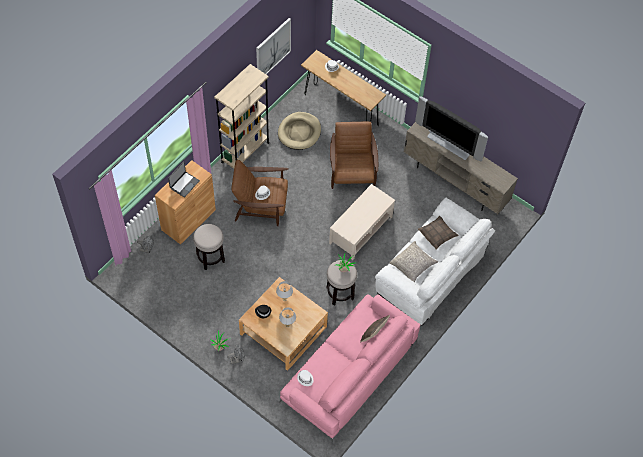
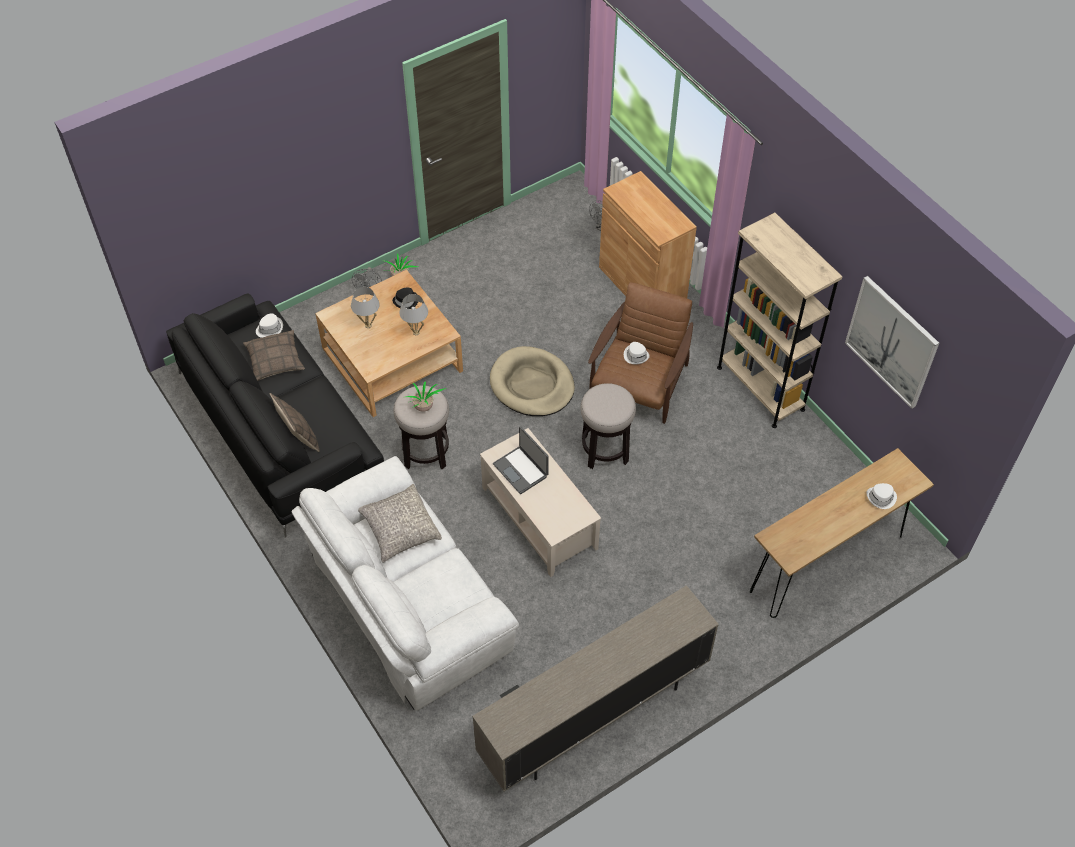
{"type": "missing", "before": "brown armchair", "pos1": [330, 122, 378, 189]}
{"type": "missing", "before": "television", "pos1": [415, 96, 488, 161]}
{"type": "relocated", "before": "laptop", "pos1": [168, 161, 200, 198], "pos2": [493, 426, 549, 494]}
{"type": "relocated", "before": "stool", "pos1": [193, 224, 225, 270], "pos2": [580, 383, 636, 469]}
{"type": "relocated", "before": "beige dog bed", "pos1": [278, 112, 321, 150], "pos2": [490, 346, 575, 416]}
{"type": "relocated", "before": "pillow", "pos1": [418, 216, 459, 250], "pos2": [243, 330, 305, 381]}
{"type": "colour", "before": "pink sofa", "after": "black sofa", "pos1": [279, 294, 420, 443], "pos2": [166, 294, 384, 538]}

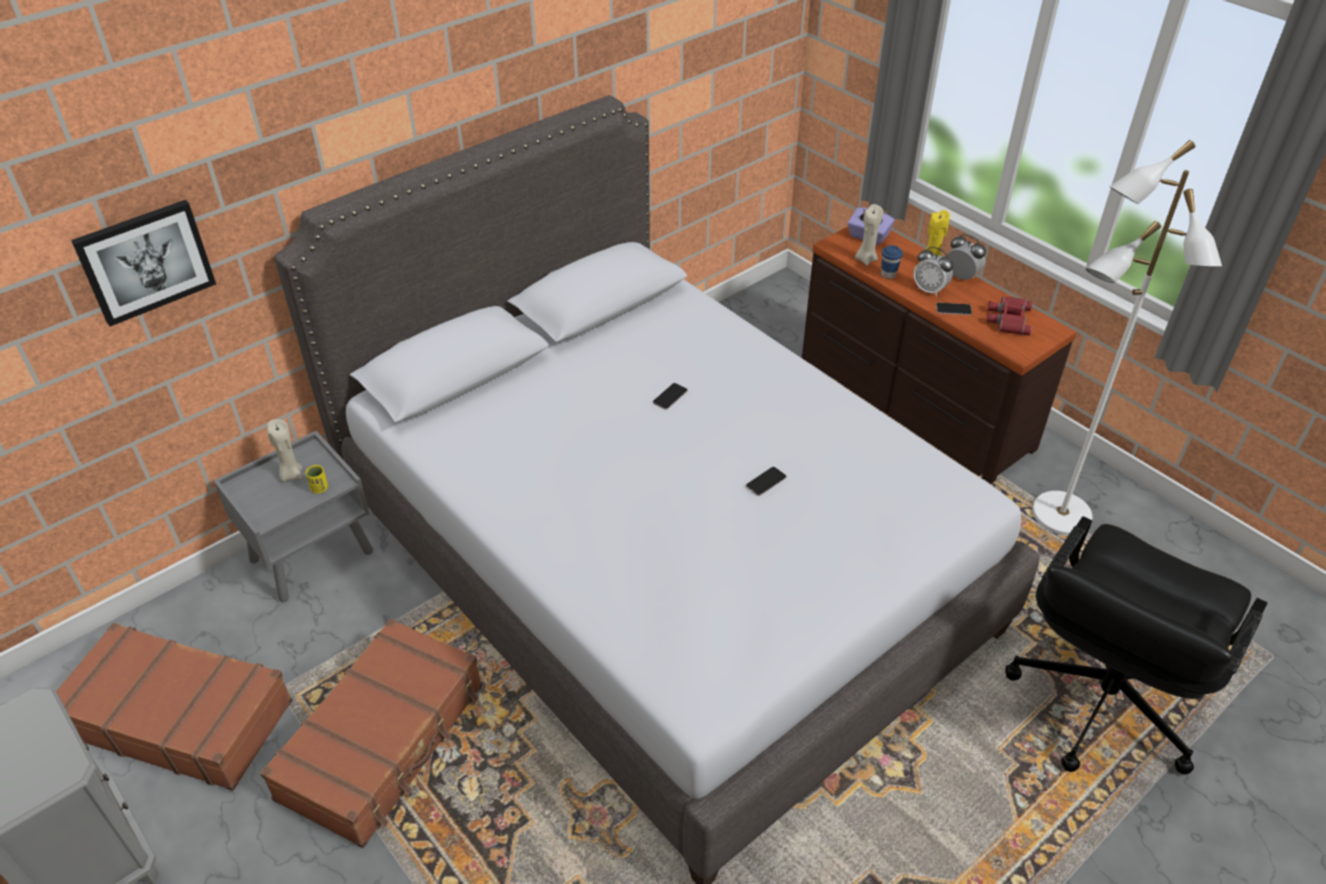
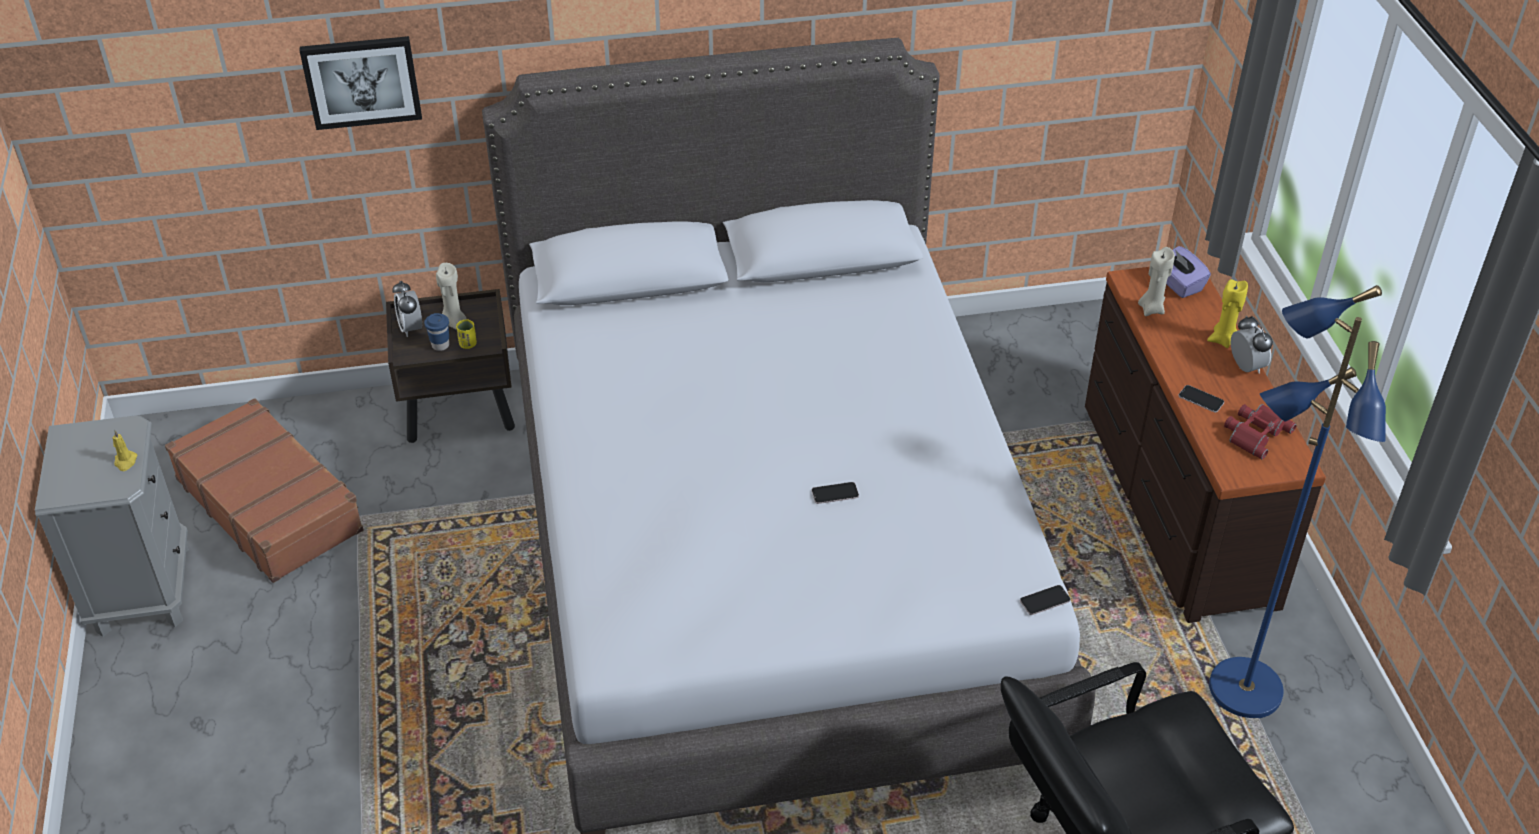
{"type": "missing", "before": "brown suitcase", "pos1": [260, 619, 482, 848]}
{"type": "appeared", "after": "yellow candle", "pos2": [113, 430, 137, 471]}
{"type": "relocated", "before": "phone", "pos1": [653, 383, 688, 410], "pos2": [1020, 585, 1071, 615]}
{"type": "relocated", "before": "blue cup", "pos1": [881, 245, 903, 279], "pos2": [424, 313, 449, 351]}
{"type": "relocated", "before": "alarm clock", "pos1": [913, 247, 953, 297], "pos2": [392, 281, 422, 337]}
{"type": "colour", "before": "grey nightstand", "after": "brown nightstand", "pos1": [213, 431, 373, 602], "pos2": [386, 289, 515, 443]}
{"type": "colour", "before": "white floor lamp", "after": "blue floor lamp", "pos1": [1032, 140, 1222, 536], "pos2": [1209, 285, 1386, 718]}

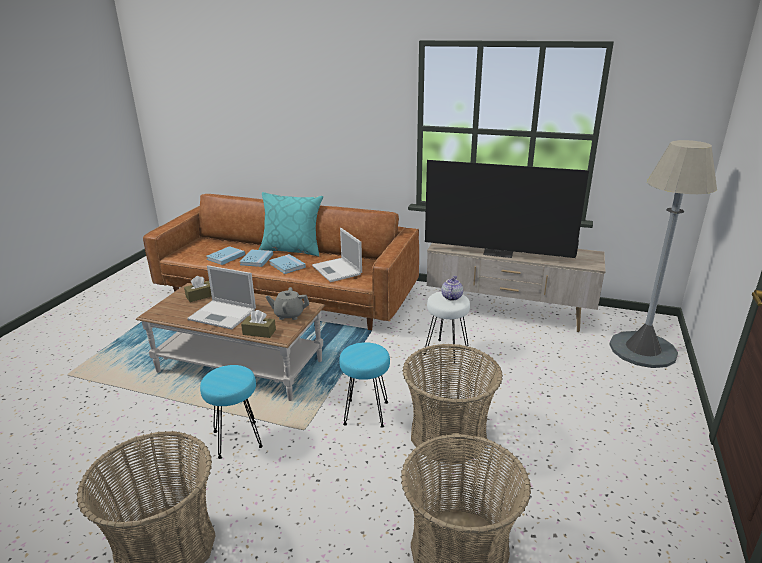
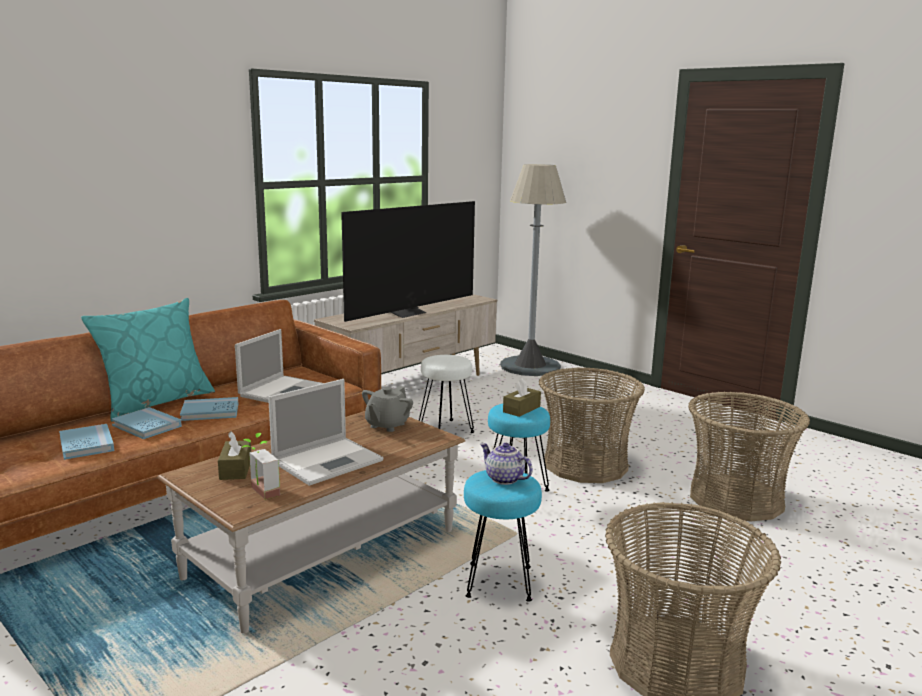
{"type": "appeared", "after": "potted plant", "pos2": [242, 433, 280, 500]}
{"type": "relocated", "before": "brown tissue box", "pos1": [241, 310, 276, 338], "pos2": [503, 378, 541, 417]}
{"type": "relocated", "before": "teapot", "pos1": [441, 276, 463, 301], "pos2": [480, 443, 533, 485]}
{"type": "spun", "before": "laptop", "pos1": [312, 228, 362, 282], "pos2": [235, 329, 323, 403], "turn": -60}

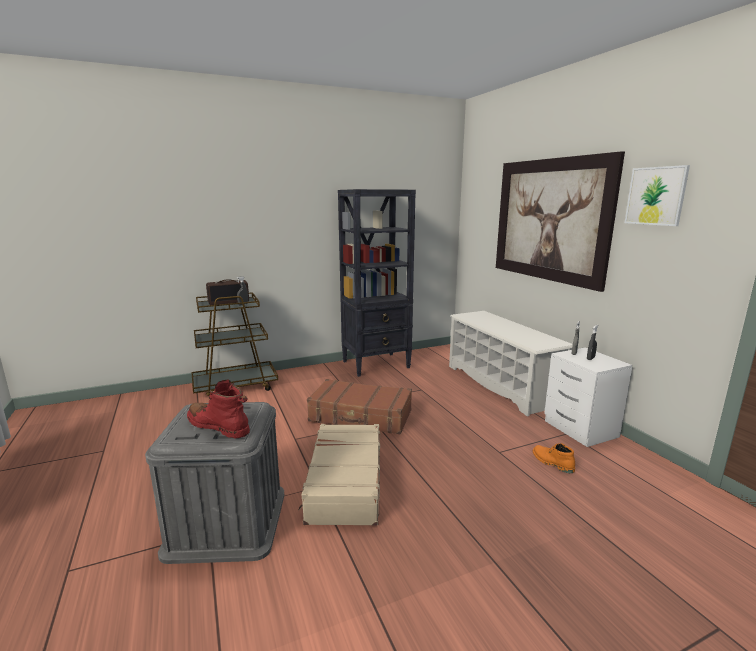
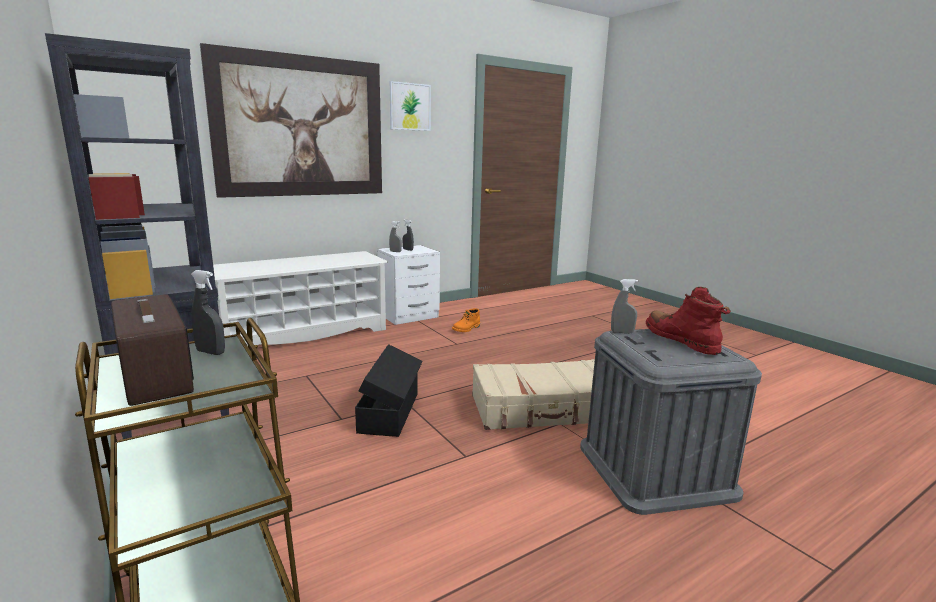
{"type": "appeared", "after": "grey spray bottle", "pos2": [611, 279, 638, 334]}
{"type": "exchanged", "before": "brown suitcase", "after": "black storage box", "pos1": [307, 379, 412, 434], "pos2": [355, 344, 423, 437]}
{"type": "spun", "before": "red boot", "pos1": [187, 380, 250, 438], "pos2": [646, 287, 731, 355], "turn": 135}

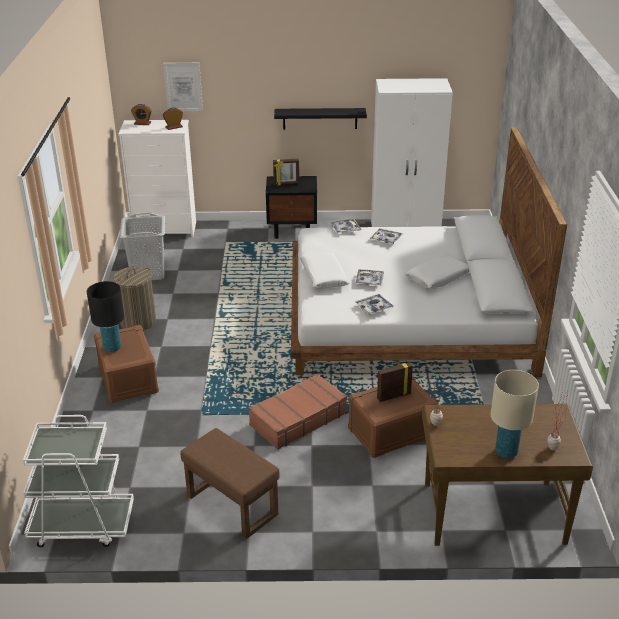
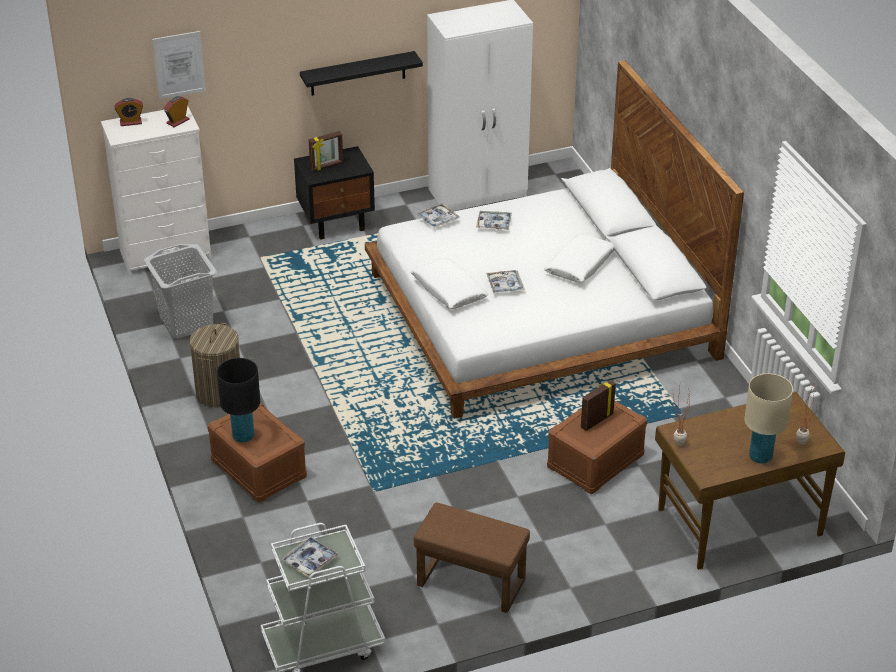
{"type": "missing", "before": "brown suitcase", "pos1": [249, 374, 347, 450]}
{"type": "relocated", "before": "tray", "pos1": [355, 294, 394, 314], "pos2": [282, 536, 339, 578]}

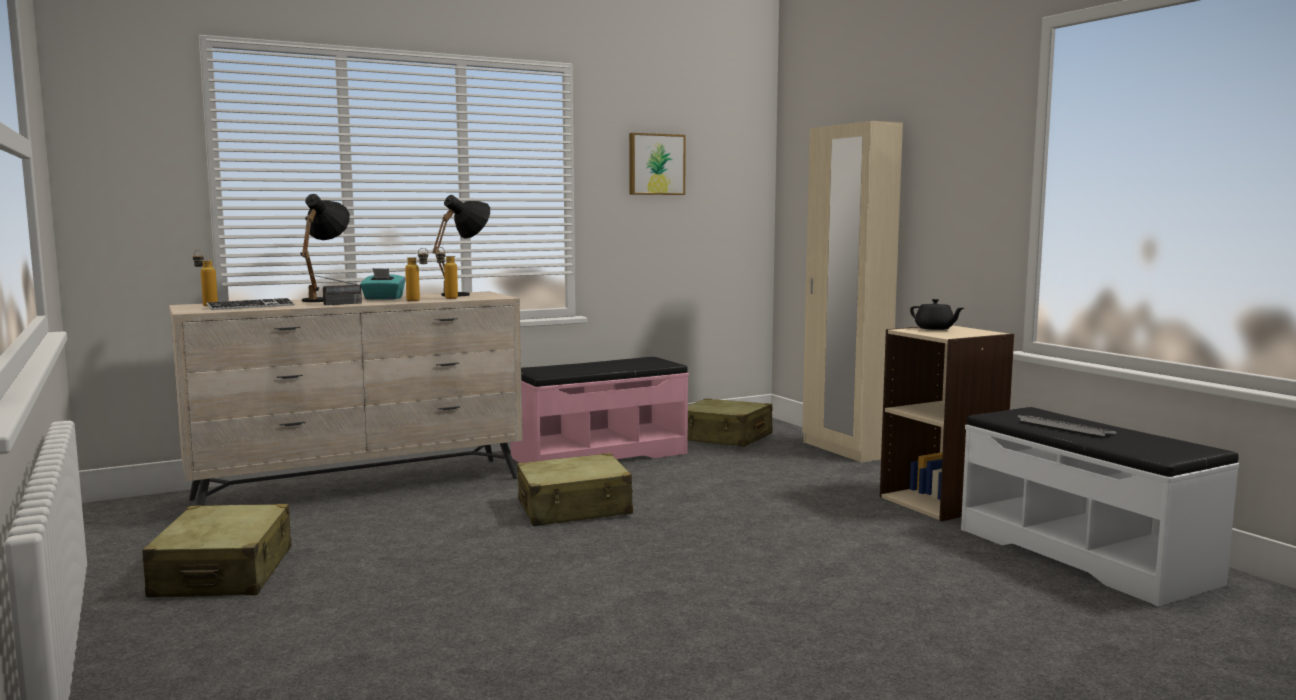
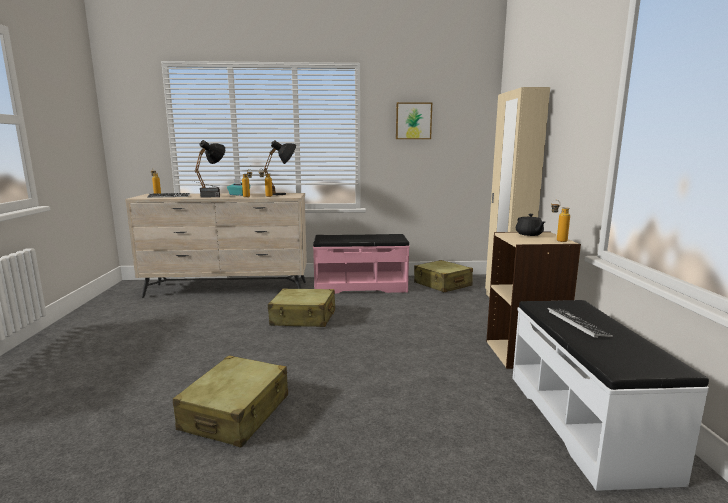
{"type": "appeared", "after": "bottle", "pos2": [551, 200, 570, 242]}
{"type": "relocated", "before": "beige suitcase", "pos1": [142, 504, 291, 597], "pos2": [173, 355, 288, 447]}

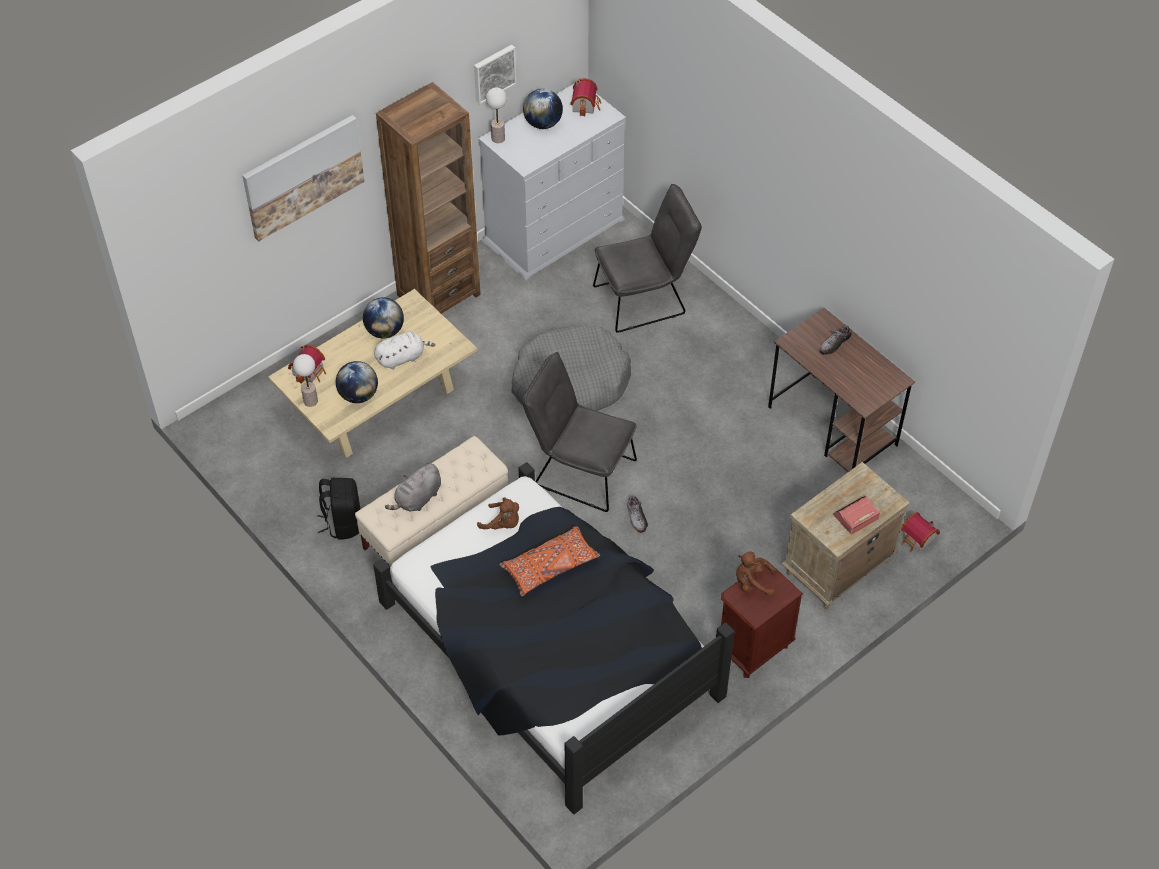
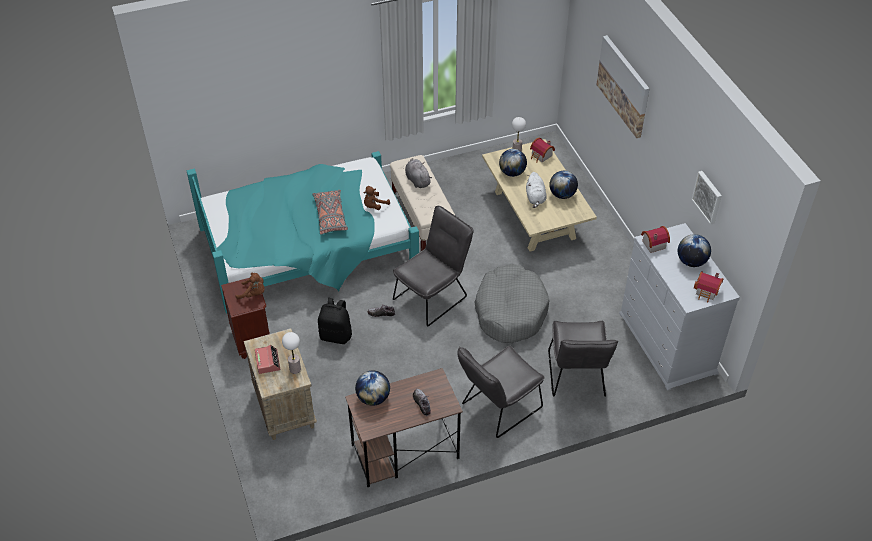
{"type": "missing", "before": "brown bookcase", "pos1": [376, 82, 481, 314]}
{"type": "appeared", "after": "globe", "pos2": [355, 371, 390, 406]}
{"type": "appeared", "after": "grey chair", "pos2": [457, 346, 545, 438]}
{"type": "relocated", "before": "black backpack", "pos1": [317, 478, 360, 539], "pos2": [318, 298, 352, 344]}
{"type": "relocated", "before": "table lamp", "pos1": [486, 88, 507, 143], "pos2": [282, 332, 301, 374]}
{"type": "relocated", "before": "toy house", "pos1": [901, 512, 940, 552], "pos2": [641, 226, 670, 253]}
{"type": "colour", "before": "black bed", "after": "turquoise bed", "pos1": [373, 462, 735, 814], "pos2": [187, 151, 419, 314]}
{"type": "colour", "before": "orange pillow", "after": "grey pillow", "pos1": [499, 526, 600, 596], "pos2": [313, 190, 348, 234]}
{"type": "spun", "before": "brown plush toy", "pos1": [736, 551, 777, 597], "pos2": [235, 273, 264, 299], "turn": 75}

